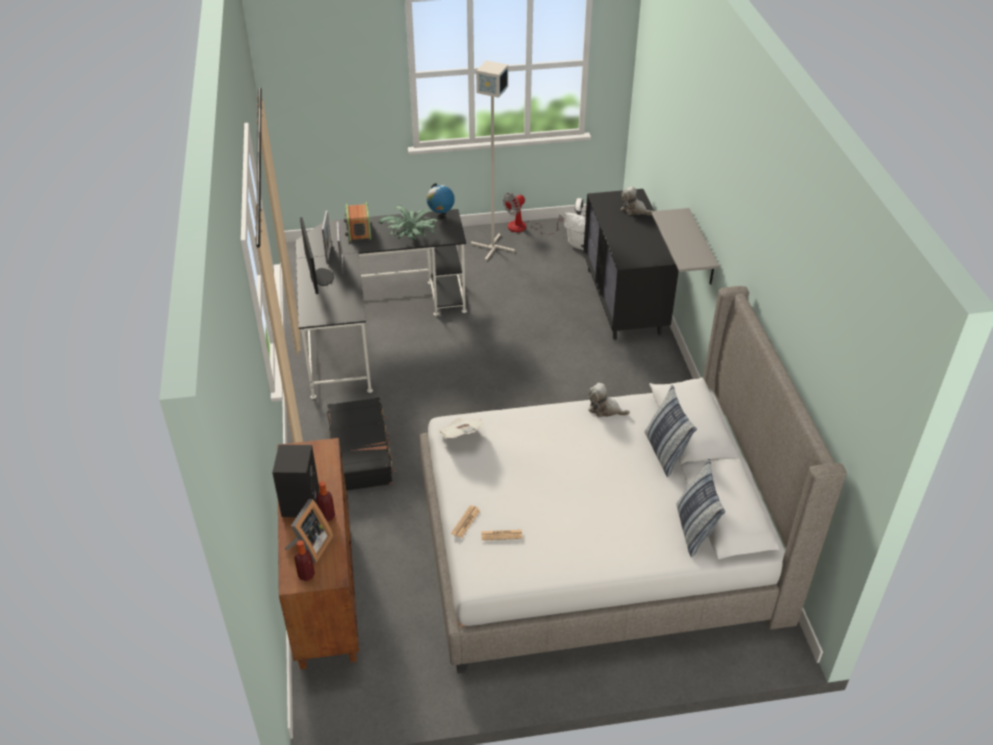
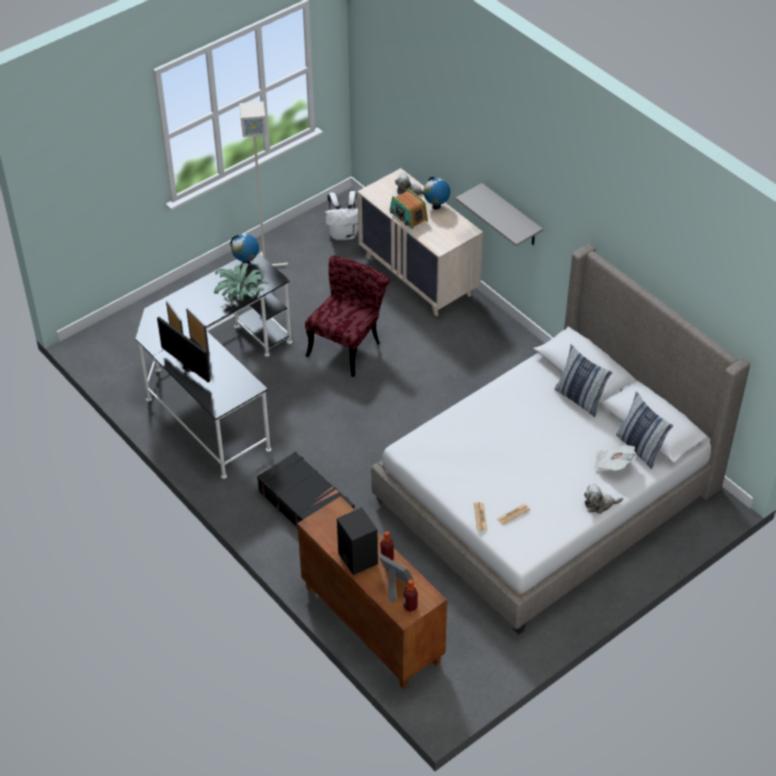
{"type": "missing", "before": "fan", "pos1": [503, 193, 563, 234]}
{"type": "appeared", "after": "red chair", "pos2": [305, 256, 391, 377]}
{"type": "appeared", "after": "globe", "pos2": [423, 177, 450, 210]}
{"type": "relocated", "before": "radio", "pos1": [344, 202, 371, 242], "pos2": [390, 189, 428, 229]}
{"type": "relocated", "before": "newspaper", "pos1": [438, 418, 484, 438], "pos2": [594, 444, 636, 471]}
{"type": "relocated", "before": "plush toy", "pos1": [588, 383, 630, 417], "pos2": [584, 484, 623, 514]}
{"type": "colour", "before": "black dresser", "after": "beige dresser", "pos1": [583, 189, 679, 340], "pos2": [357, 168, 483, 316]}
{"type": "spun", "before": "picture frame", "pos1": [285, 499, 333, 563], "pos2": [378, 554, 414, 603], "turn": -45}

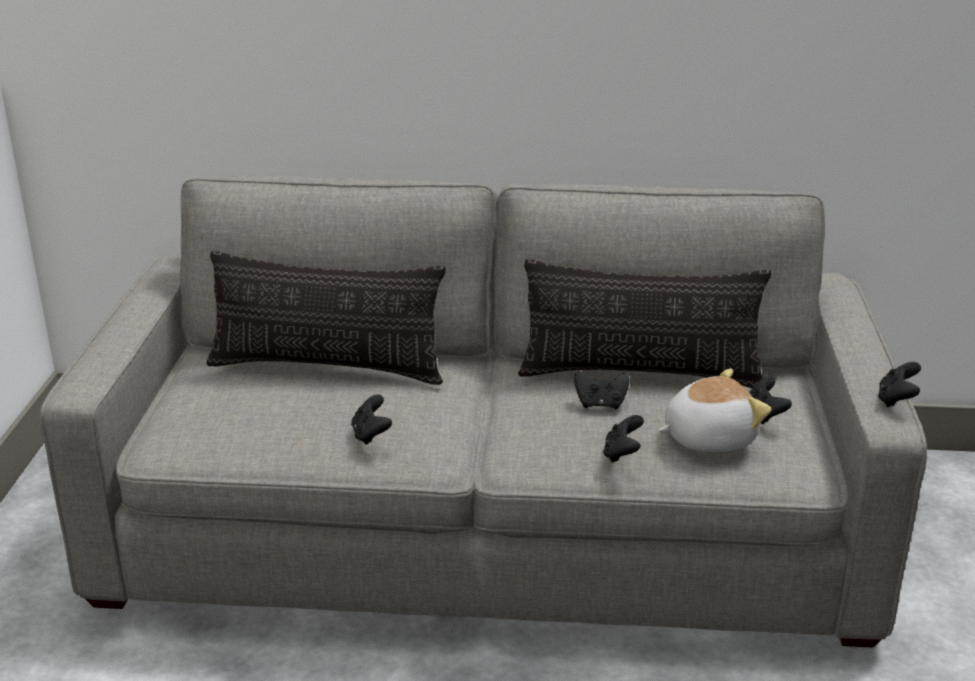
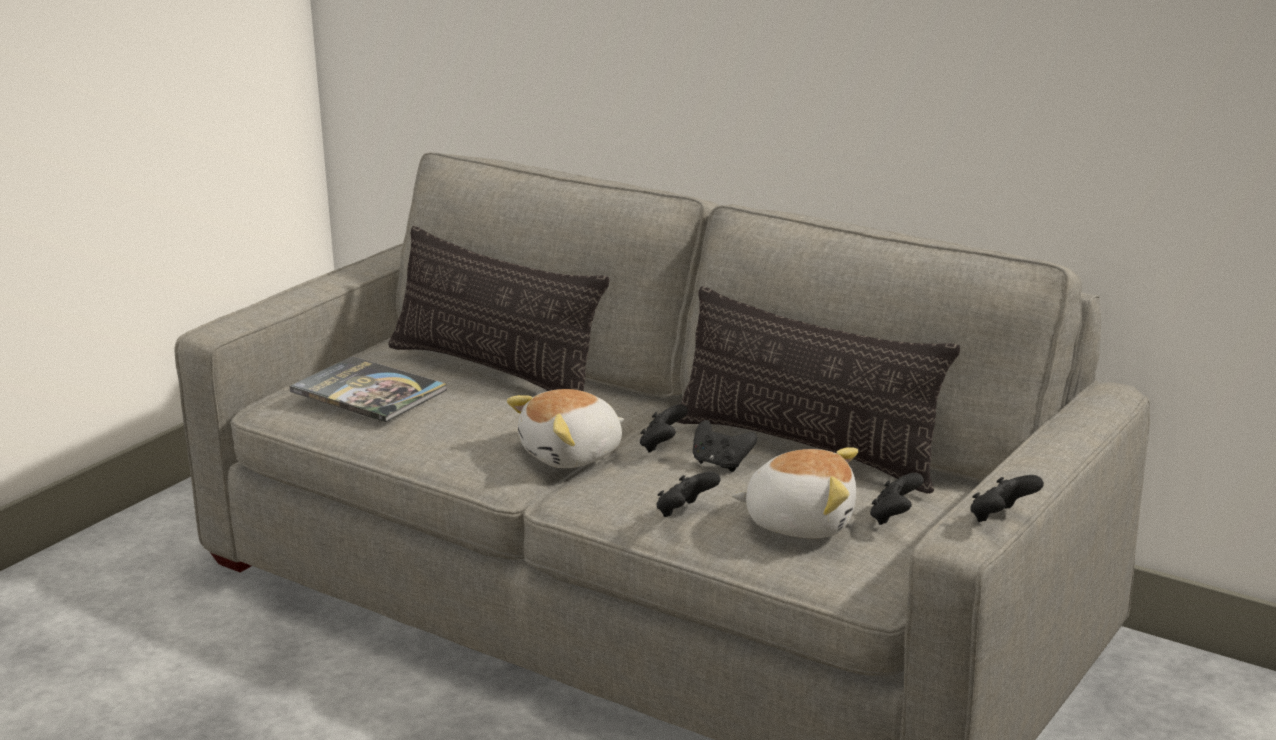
{"type": "appeared", "after": "book", "pos2": [290, 356, 447, 422]}
{"type": "appeared", "after": "plush toy", "pos2": [507, 389, 624, 468]}
{"type": "relocated", "before": "black game controller", "pos1": [351, 394, 392, 445], "pos2": [640, 404, 688, 453]}

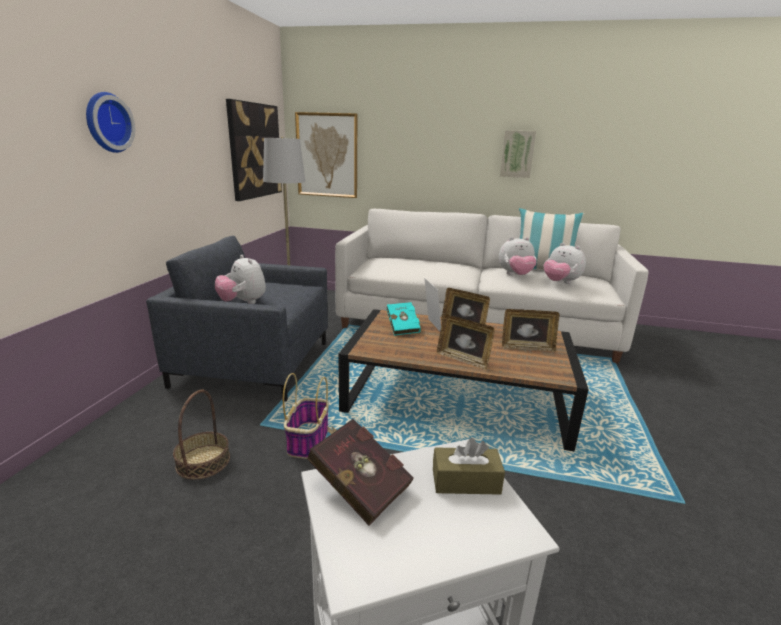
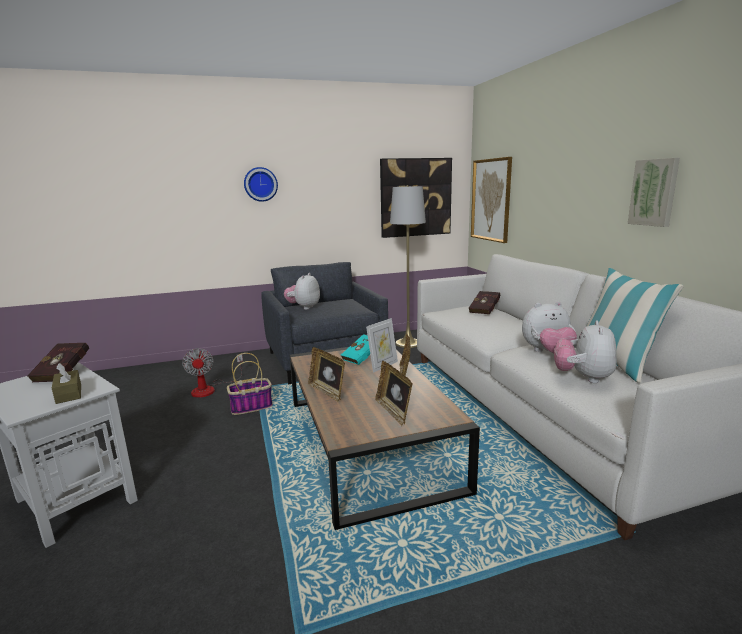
{"type": "appeared", "after": "red book", "pos2": [469, 291, 500, 314]}
{"type": "exchanged", "before": "basket", "after": "fan", "pos1": [173, 390, 230, 479], "pos2": [182, 348, 243, 398]}
{"type": "spun", "before": "picture frame", "pos1": [437, 314, 495, 370], "pos2": [308, 347, 345, 402], "turn": -45}
{"type": "spun", "before": "plush toy", "pos1": [499, 237, 536, 275], "pos2": [522, 302, 577, 353], "turn": -60}

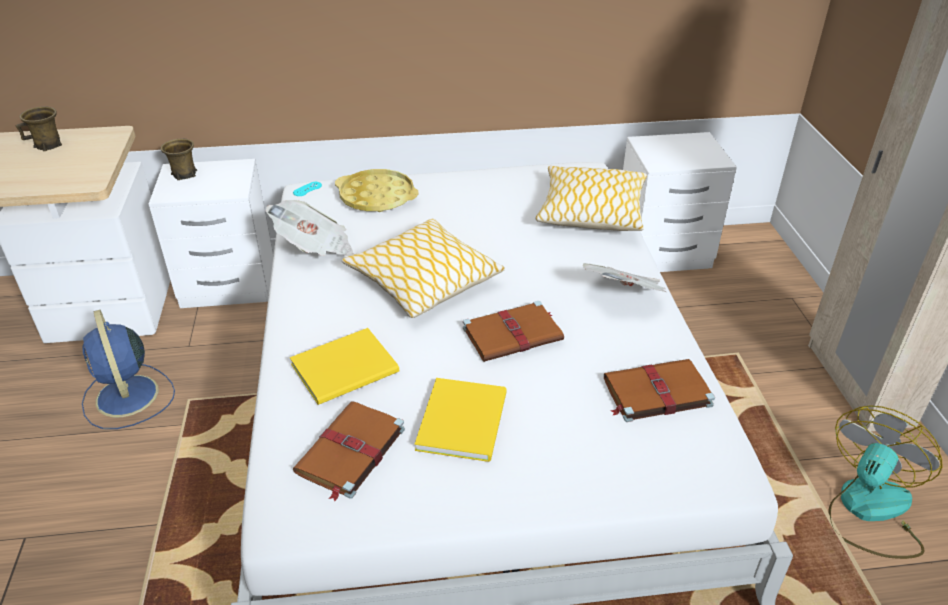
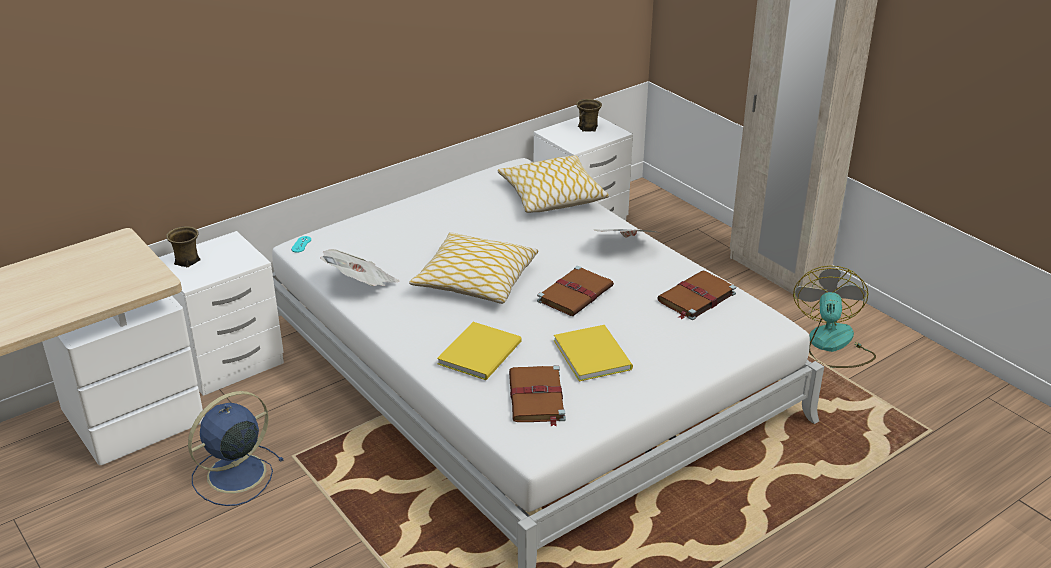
{"type": "missing", "before": "yellow tray", "pos1": [335, 169, 419, 212]}
{"type": "relocated", "before": "brown mug", "pos1": [16, 106, 62, 151], "pos2": [576, 99, 602, 132]}
{"type": "spun", "before": "blue fan", "pos1": [82, 310, 175, 429], "pos2": [188, 391, 283, 506], "turn": 105}

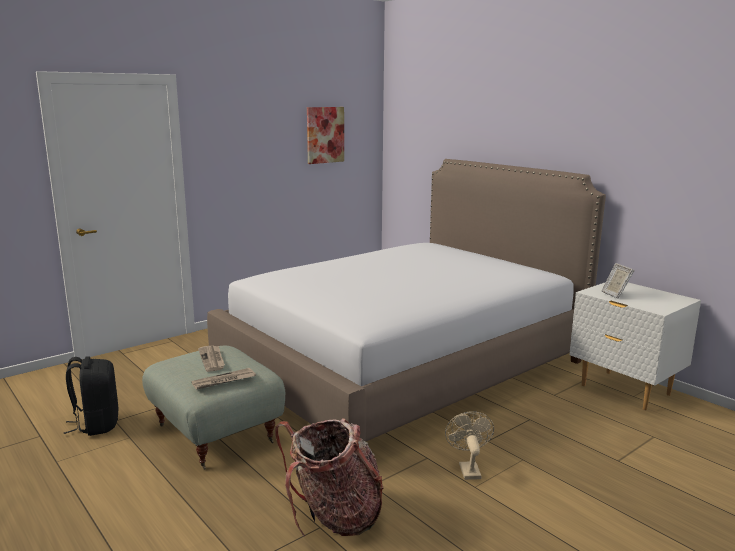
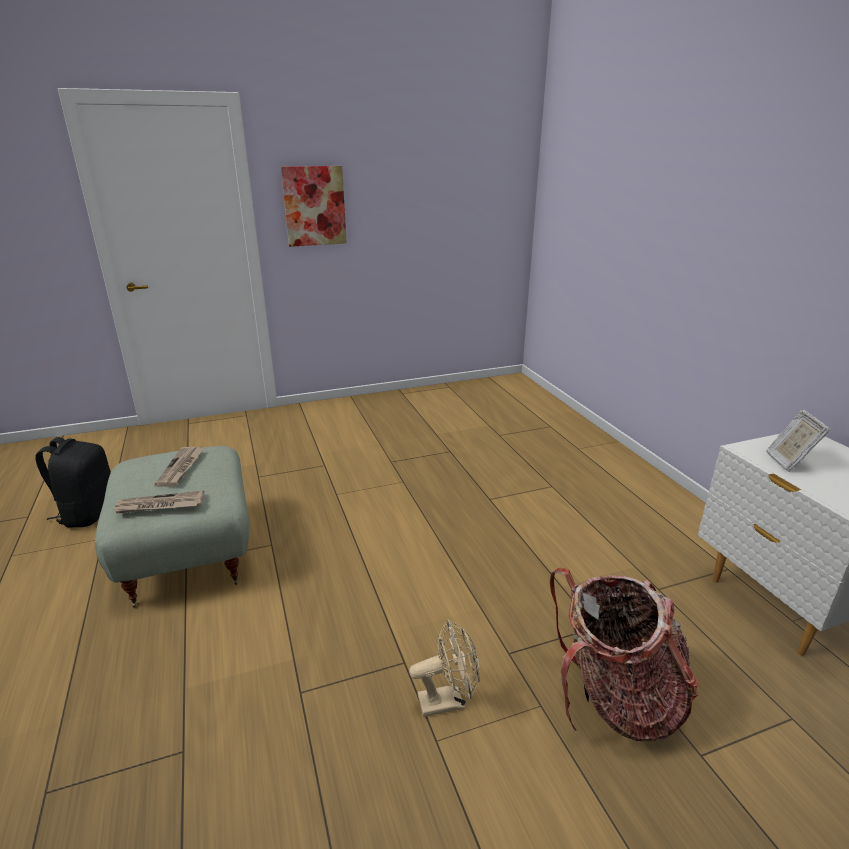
{"type": "missing", "before": "bed", "pos1": [207, 159, 606, 442]}
{"type": "relocated", "before": "backpack", "pos1": [275, 418, 383, 537], "pos2": [550, 568, 698, 741]}
{"type": "relocated", "before": "picture", "pos1": [307, 107, 344, 164], "pos2": [281, 166, 347, 247]}
{"type": "spun", "before": "beige fan", "pos1": [445, 411, 494, 480], "pos2": [409, 620, 480, 717], "turn": 60}

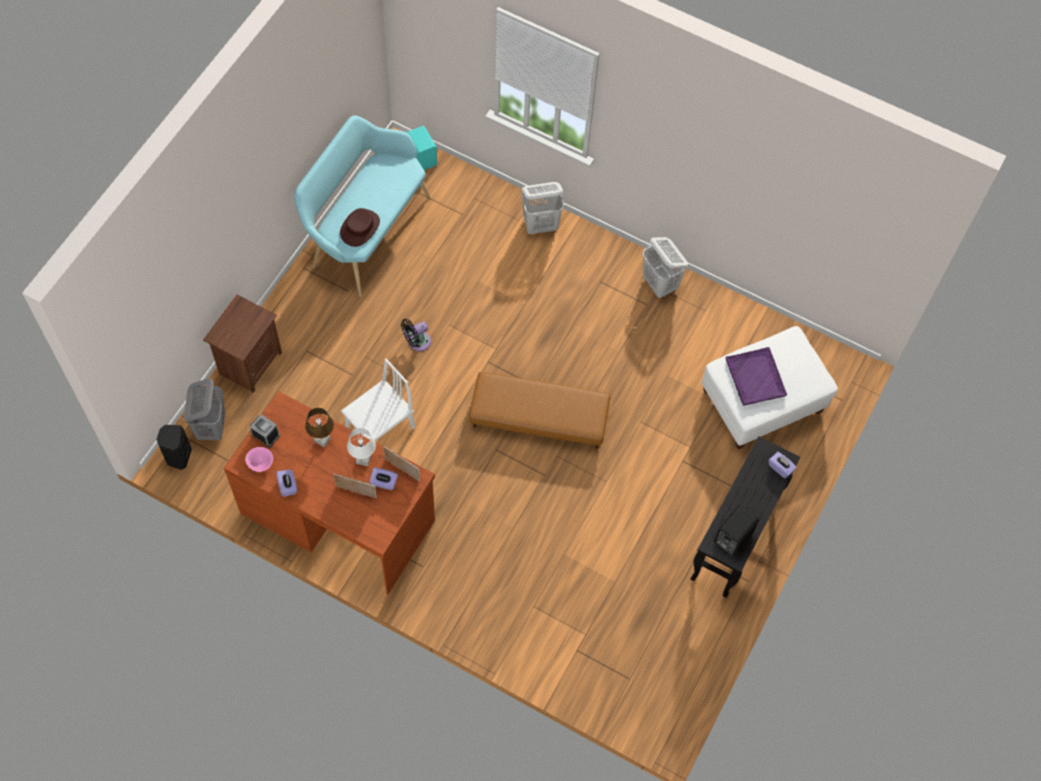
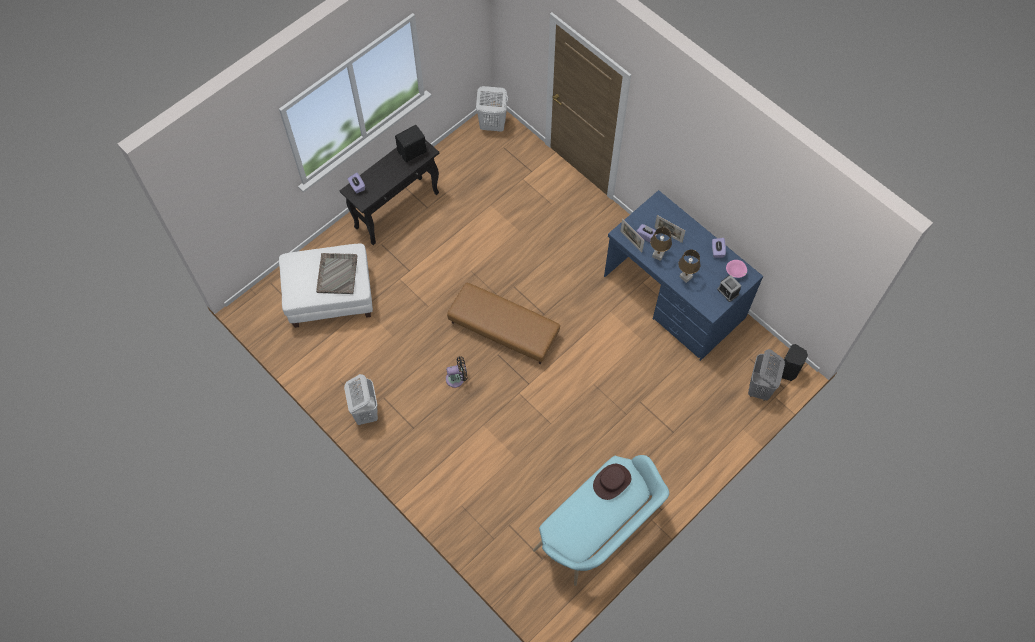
{"type": "missing", "before": "brown nightstand", "pos1": [203, 295, 282, 393]}
{"type": "missing", "before": "white chair", "pos1": [341, 359, 416, 441]}
{"type": "missing", "before": "turquoise speaker", "pos1": [407, 126, 437, 170]}
{"type": "relocated", "before": "black fan", "pos1": [401, 319, 431, 351], "pos2": [446, 356, 467, 388]}
{"type": "relocated", "before": "white laundry basket", "pos1": [521, 182, 564, 234], "pos2": [476, 86, 508, 132]}
{"type": "colour", "before": "brown desk", "after": "blue desk", "pos1": [224, 391, 435, 595], "pos2": [604, 190, 763, 361]}
{"type": "colour", "before": "white table lamp", "after": "brown table lamp", "pos1": [347, 428, 376, 466], "pos2": [650, 227, 672, 261]}
{"type": "colour", "before": "purple tray", "after": "grey tray", "pos1": [726, 347, 787, 406], "pos2": [316, 253, 357, 294]}

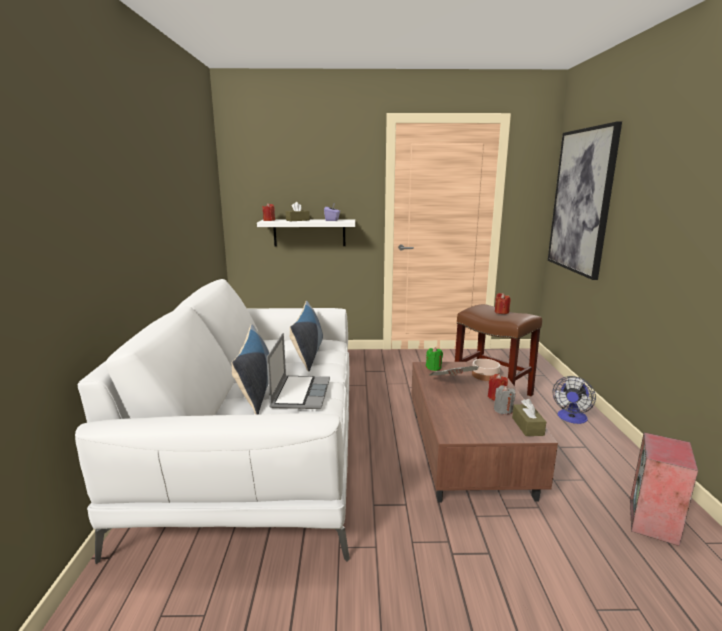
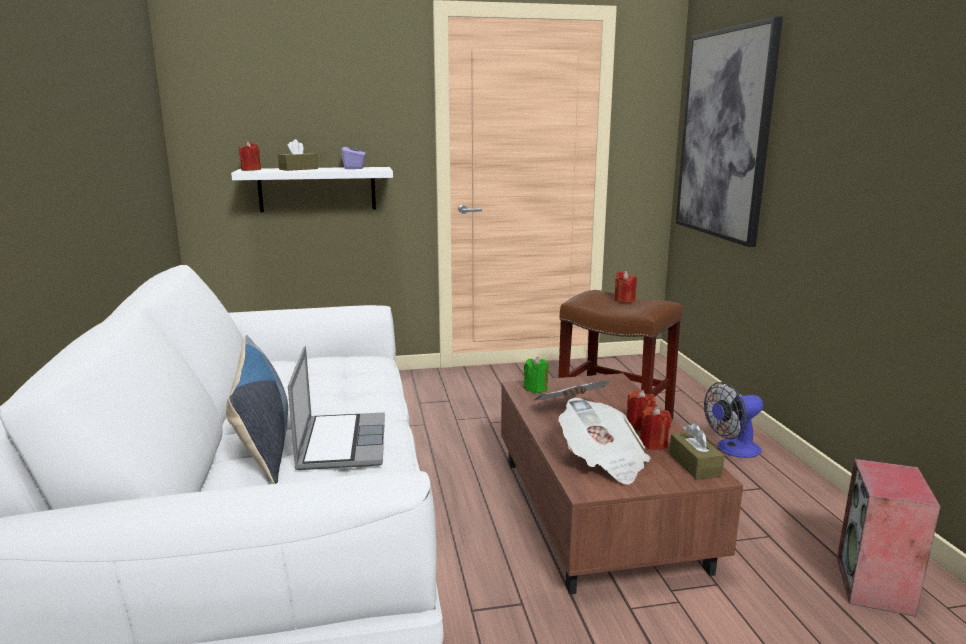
{"type": "missing", "before": "pillow", "pos1": [290, 301, 323, 372]}
{"type": "missing", "before": "bowl", "pos1": [472, 359, 500, 381]}
{"type": "appeared", "after": "newspaper", "pos2": [559, 398, 651, 485]}
{"type": "colour", "before": "grey candle", "after": "red candle", "pos1": [494, 385, 516, 414], "pos2": [639, 406, 672, 450]}
{"type": "spun", "before": "fan", "pos1": [552, 376, 596, 424], "pos2": [704, 382, 763, 458], "turn": 45}

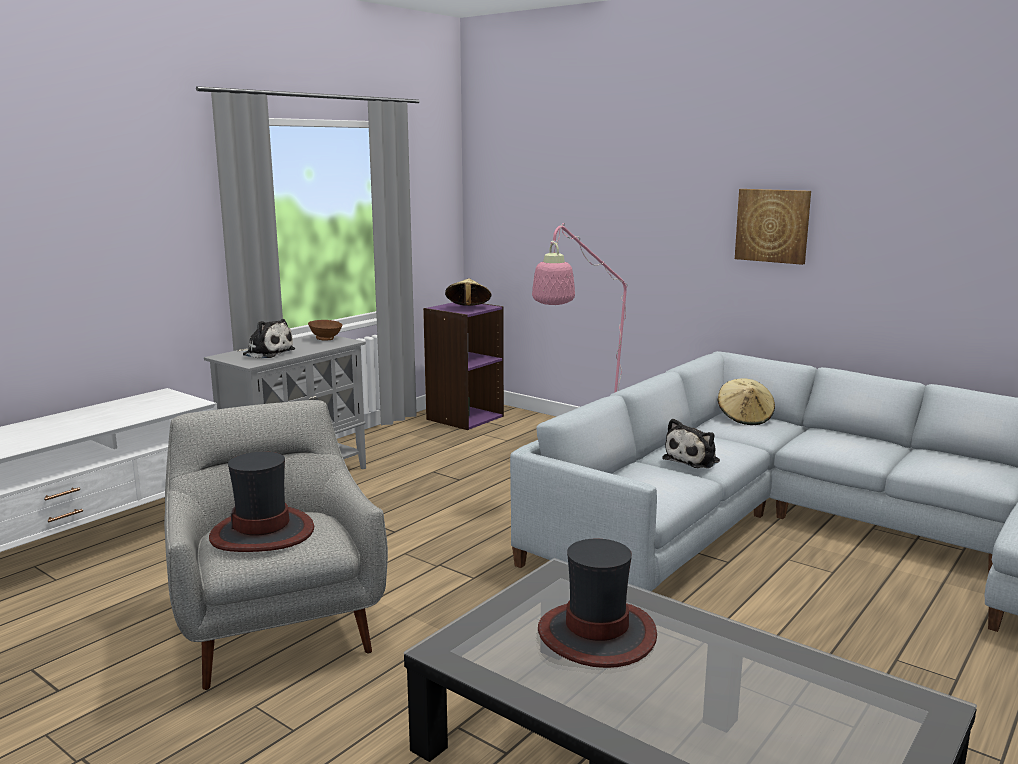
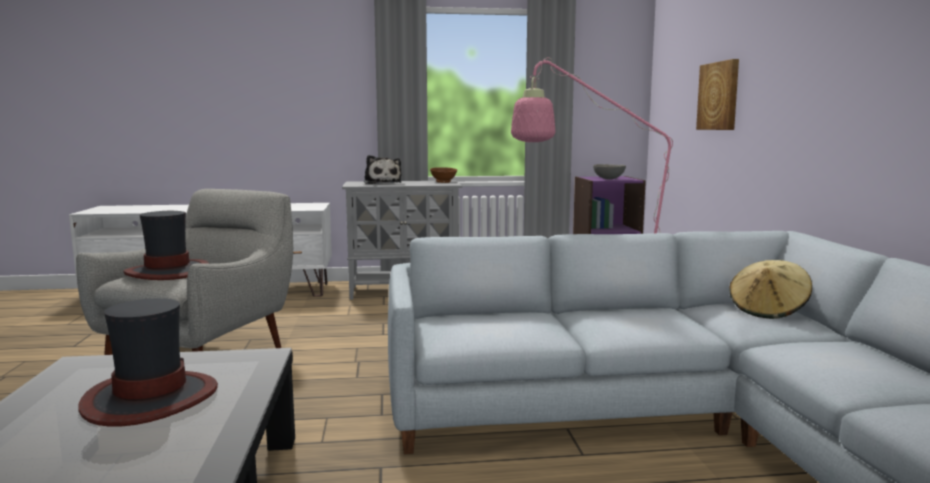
{"type": "missing", "before": "plush toy", "pos1": [662, 418, 720, 468]}
{"type": "relocated", "before": "picture", "pos1": [735, 189, 811, 265], "pos2": [696, 59, 739, 130]}
{"type": "exchanged", "before": "beige hat", "after": "grey bowl", "pos1": [445, 278, 492, 306], "pos2": [593, 164, 626, 179]}

